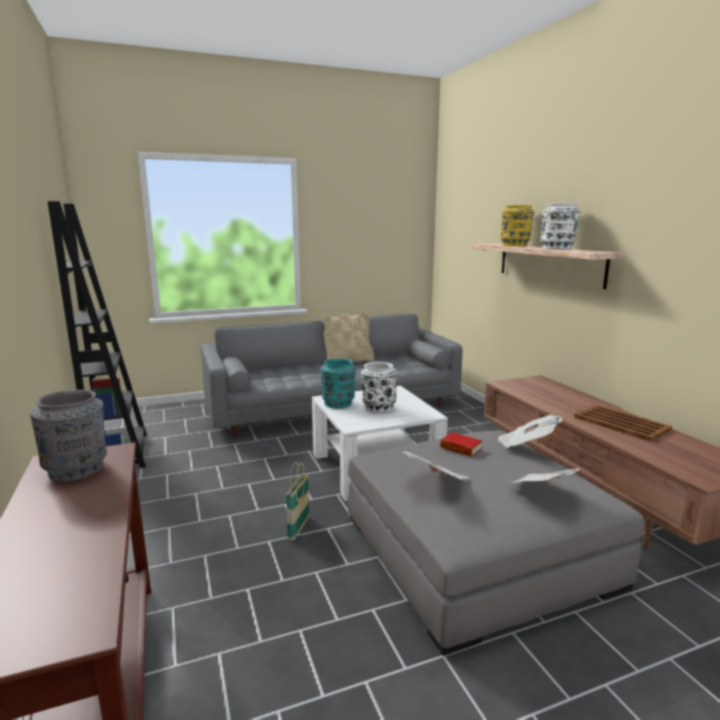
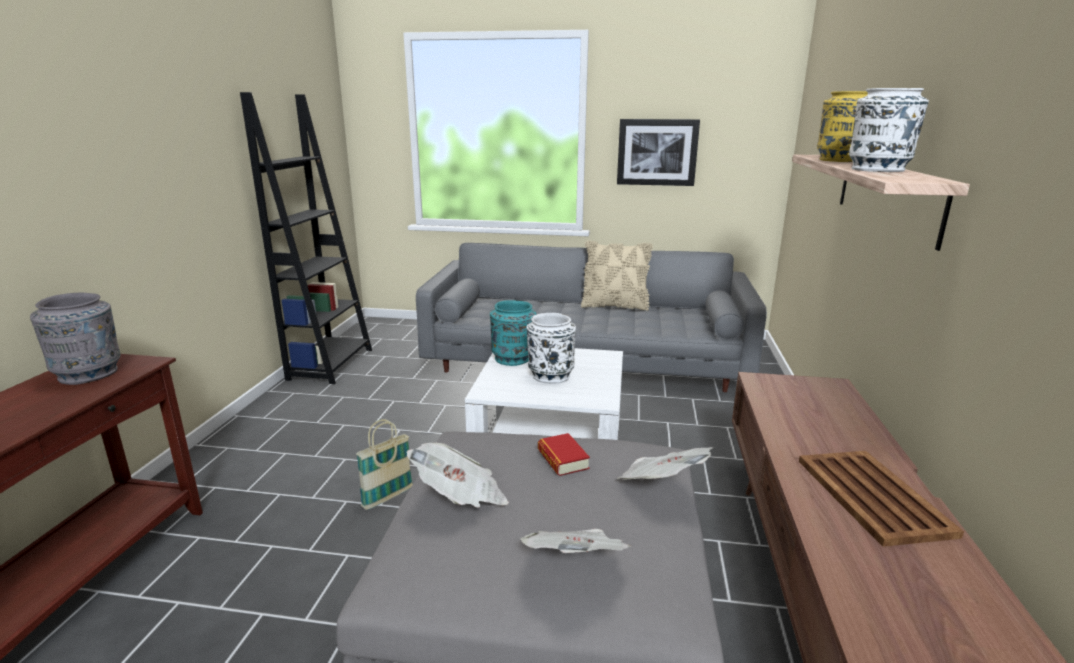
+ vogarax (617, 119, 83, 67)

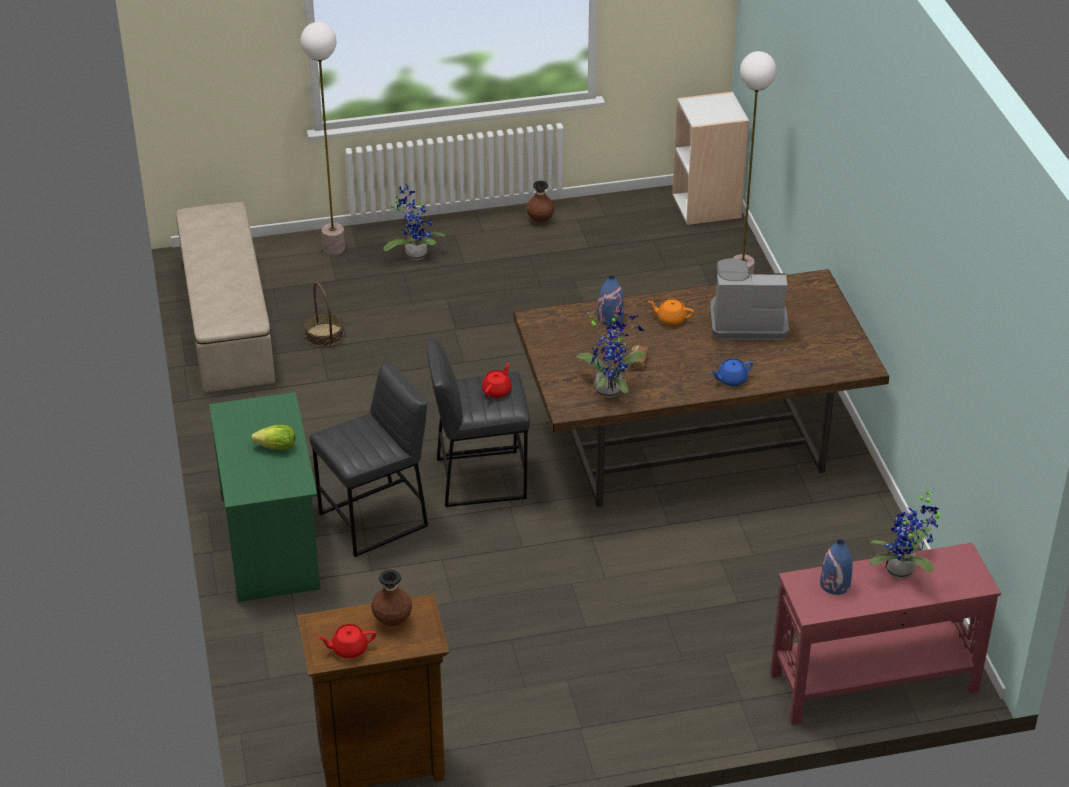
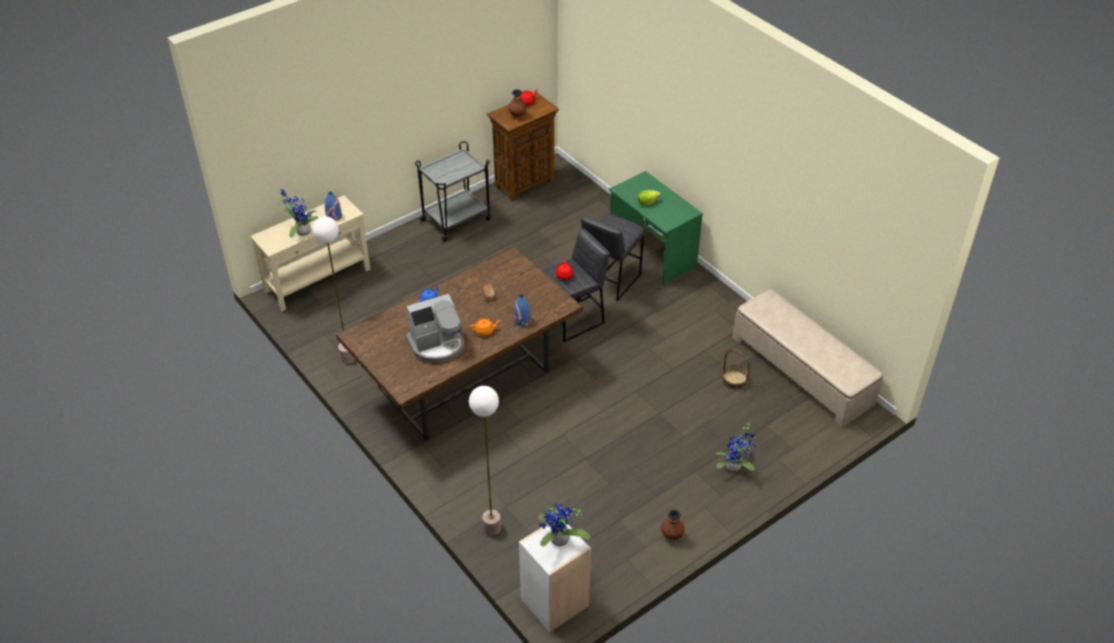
+ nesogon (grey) (415, 141, 76, 100)
~ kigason (301, 22, 44, 233) to (312, 216, 43, 148)
~ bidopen (576, 308, 69, 90) to (538, 504, 53, 42)
~ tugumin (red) (770, 543, 231, 181) to tugumin (beige) (250, 195, 121, 117)

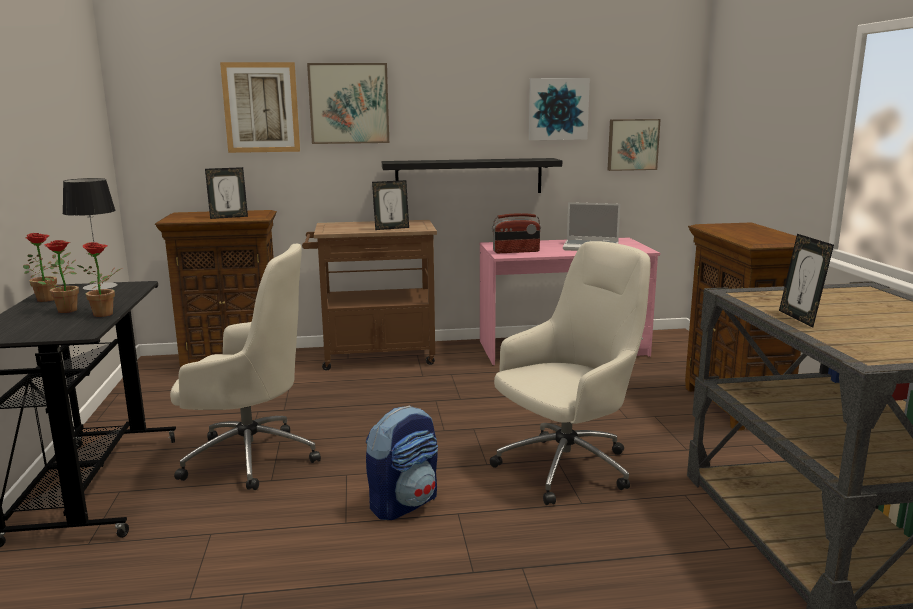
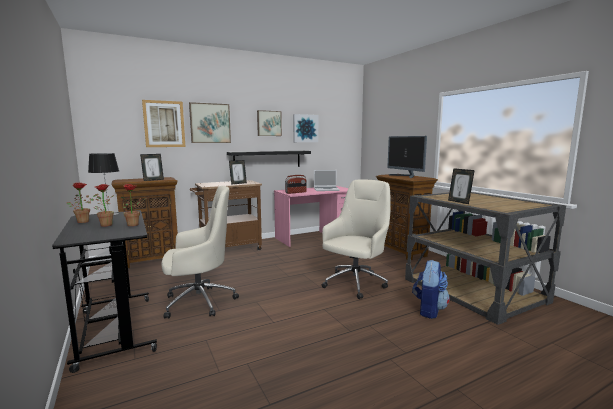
+ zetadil (387, 136, 40, 43)
~ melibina (365, 405, 73, 115) to (412, 260, 38, 59)
~ vogarax (608, 119, 53, 52) to (257, 110, 25, 26)

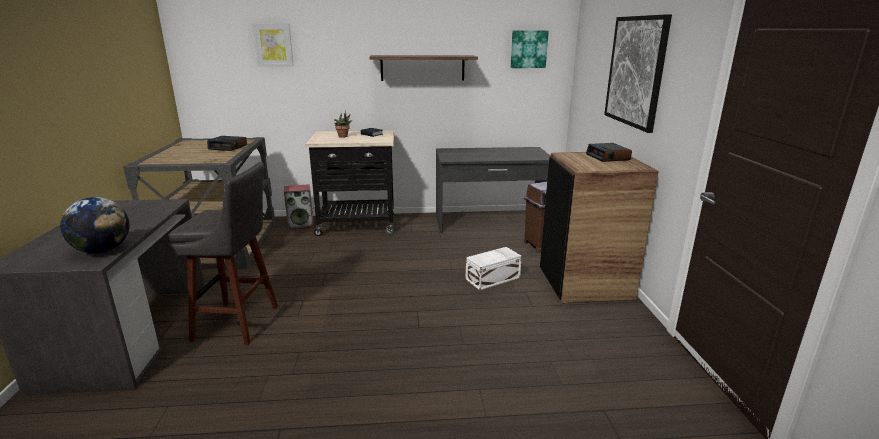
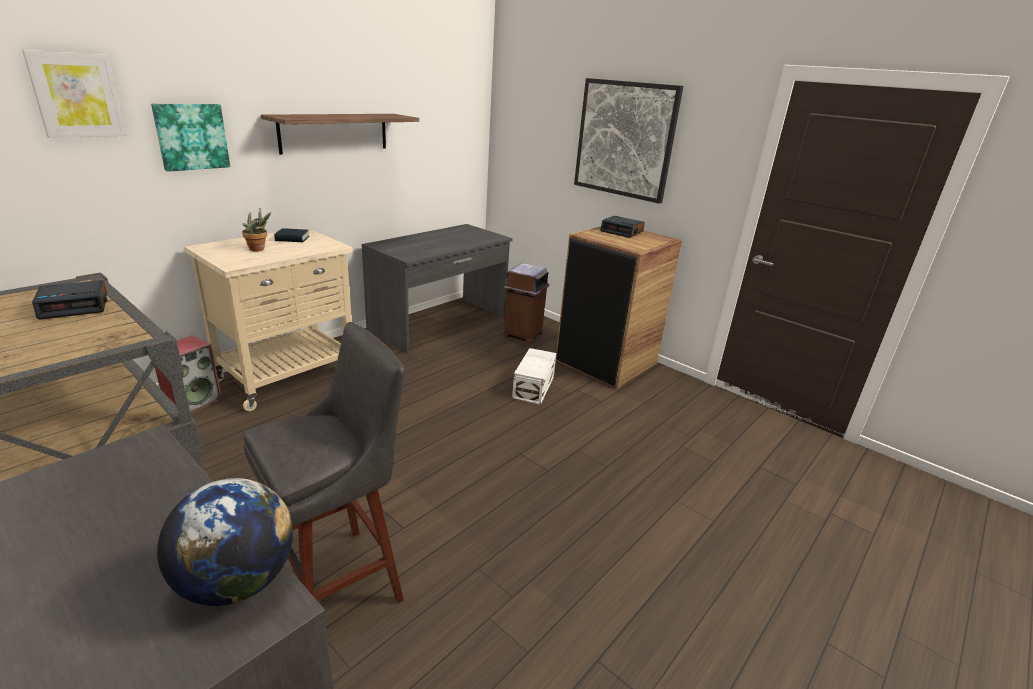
~ vogarax (511, 30, 38, 38) to (151, 104, 79, 68)
~ nesogon (black) (306, 131, 88, 105) to nesogon (beige) (184, 228, 169, 183)

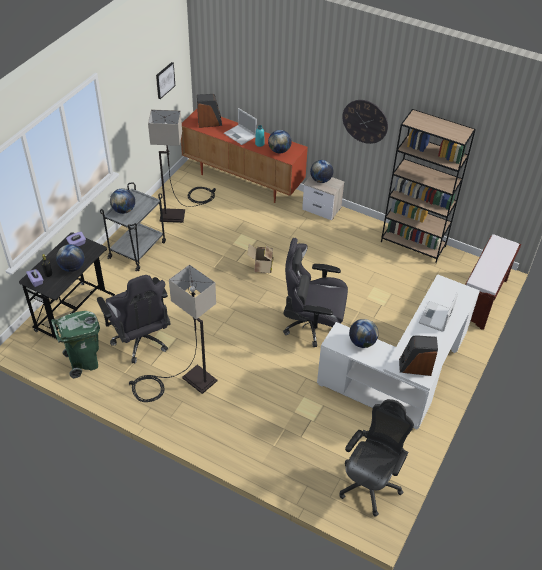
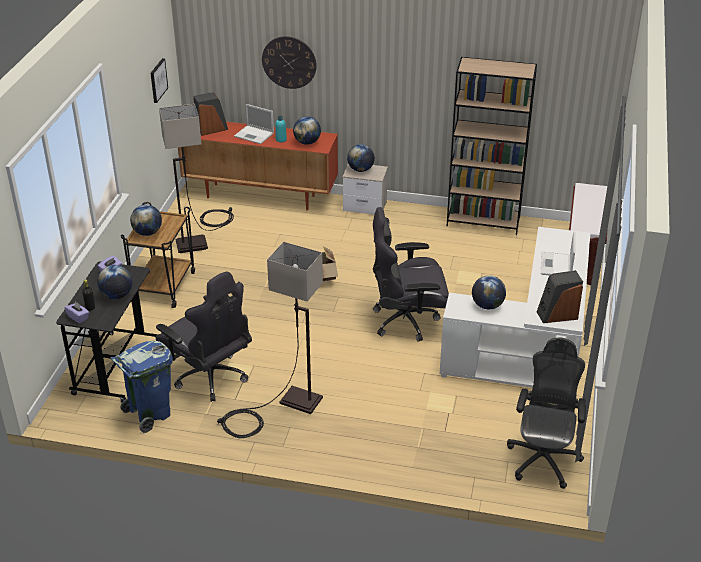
~ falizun (342, 100, 46, 44) to (262, 36, 55, 53)
~ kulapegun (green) (51, 311, 49, 68) to kulapegun (blue) (110, 341, 63, 92)
~ nesogon (grey) (100, 182, 66, 89) to nesogon (brown) (121, 202, 74, 106)

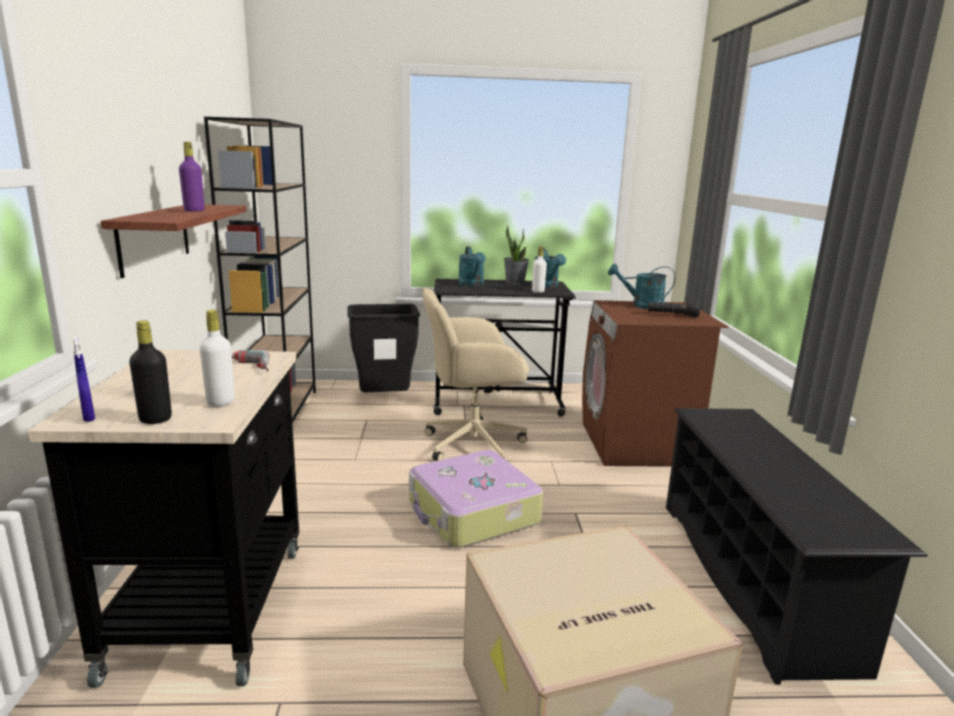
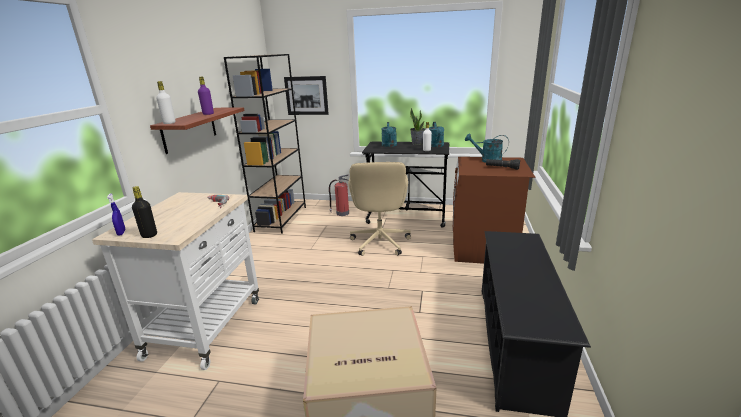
- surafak (409, 450, 134, 98)
+ vogarax (284, 76, 45, 39)
~ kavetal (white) (199, 310, 36, 97) to (156, 81, 19, 43)
~ kulapegun (black) (347, 304, 73, 88) to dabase (329, 175, 20, 41)
~ nesogon (black) (28, 350, 272, 338) to nesogon (white) (92, 192, 167, 178)
~ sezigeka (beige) (422, 288, 107, 173) = (348, 162, 63, 94) 90 degrees counterclockwise

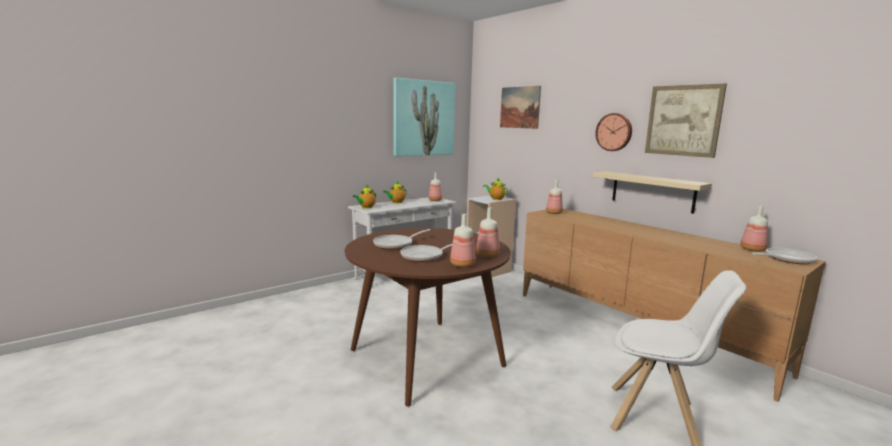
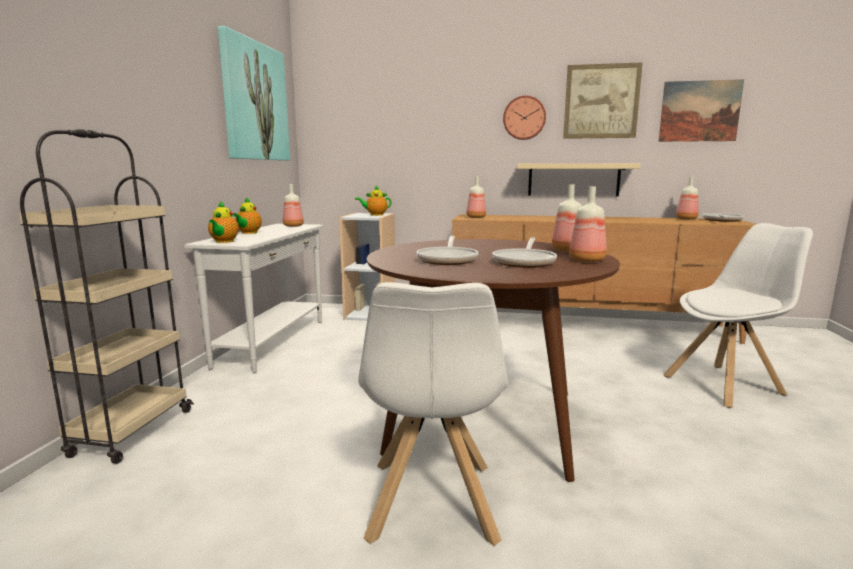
+ nesogon (beige) (19, 129, 175, 335)
+ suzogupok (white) (358, 282, 150, 264)
~ vogarax (500, 86, 41, 43) to (659, 79, 85, 63)

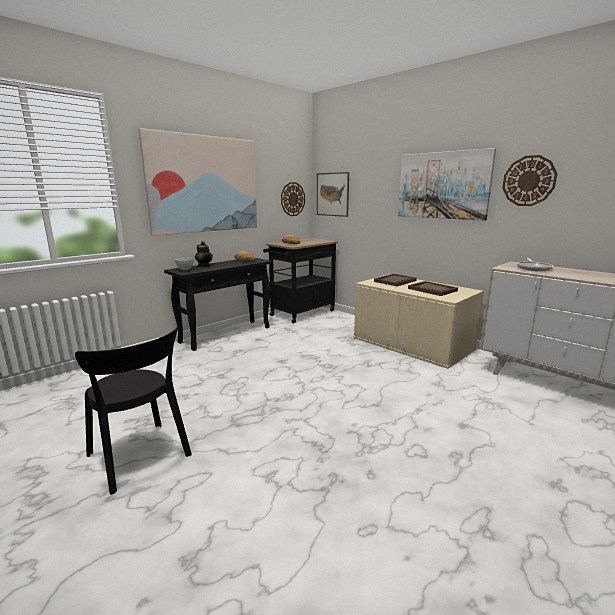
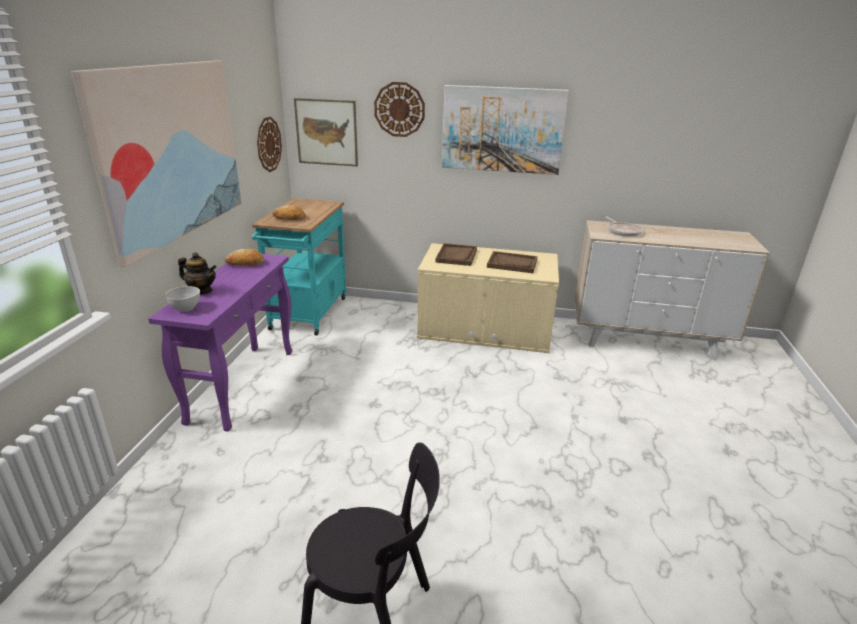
~ falizun (502, 155, 56, 51) to (374, 82, 51, 55)
~ tugumin (black) (164, 258, 108, 93) to tugumin (purple) (148, 254, 144, 178)
~ nesogon (black) (263, 238, 75, 86) to nesogon (turquoise) (252, 198, 94, 138)

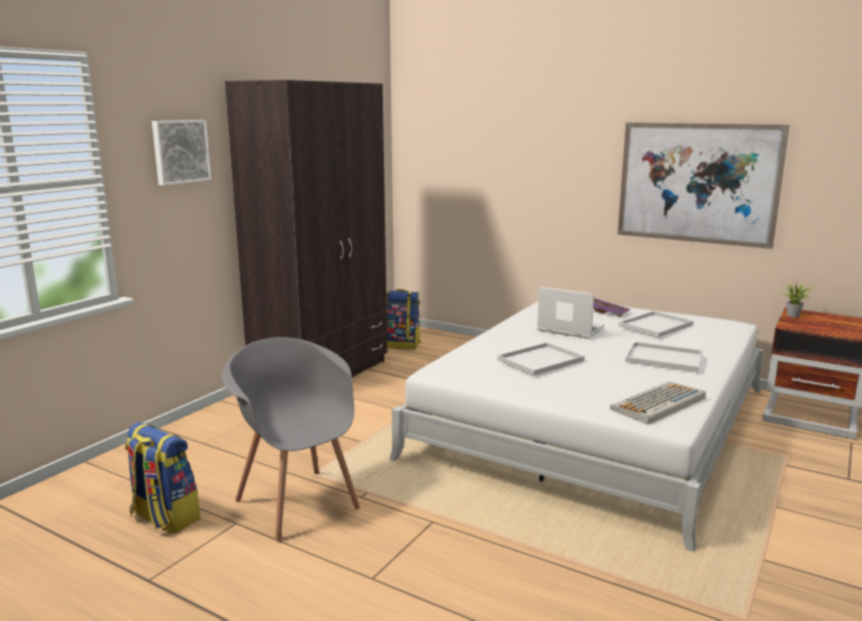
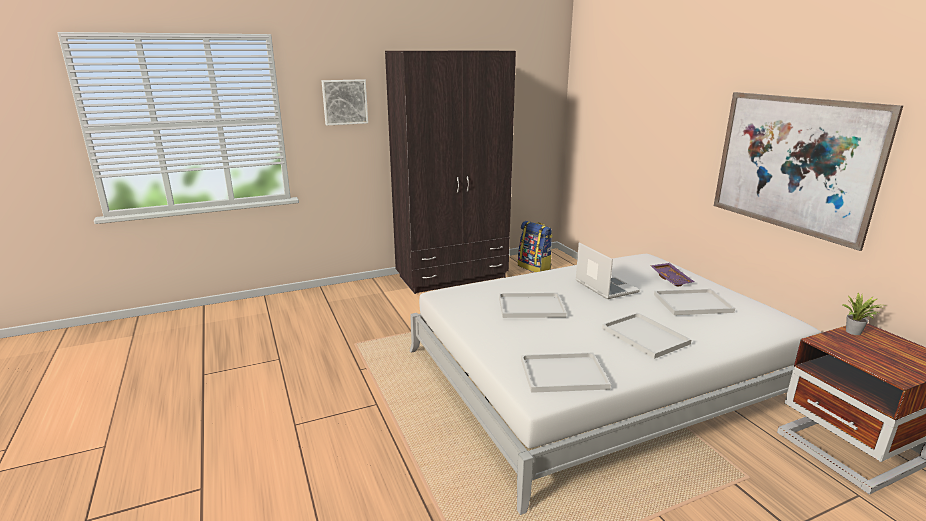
- melibina (125, 422, 76, 112)
- suzogupok (grey) (222, 337, 138, 204)
~ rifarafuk (610, 382, 96, 42) to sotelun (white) (521, 353, 90, 40)

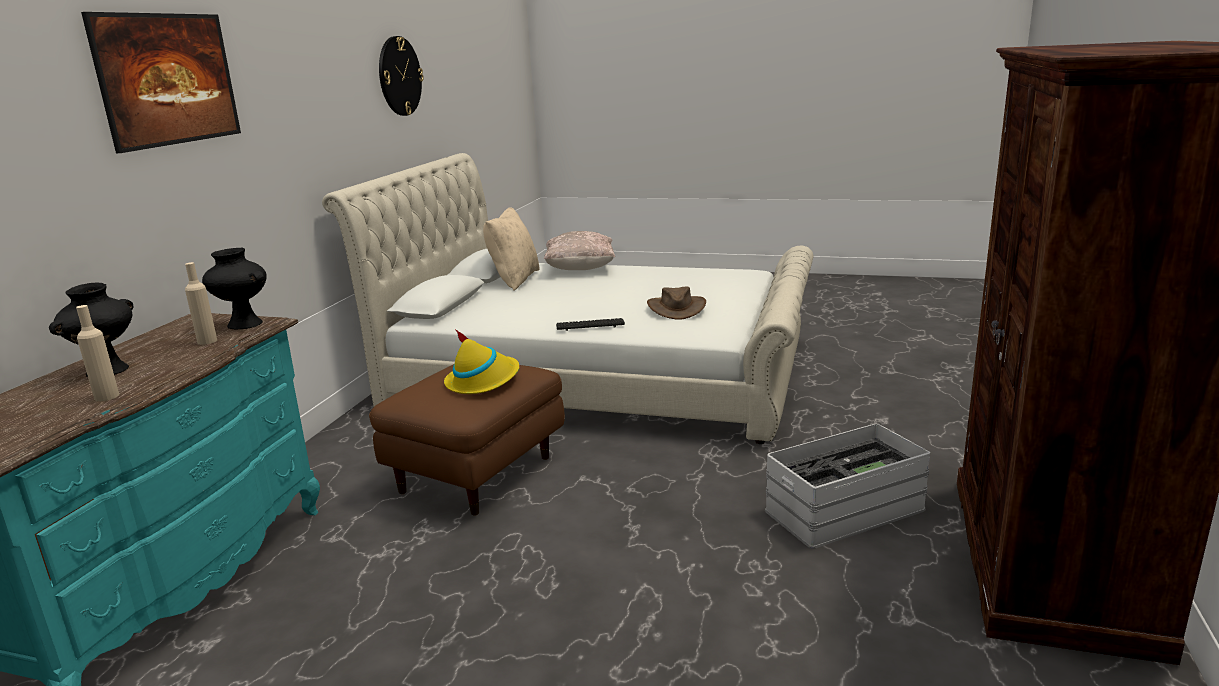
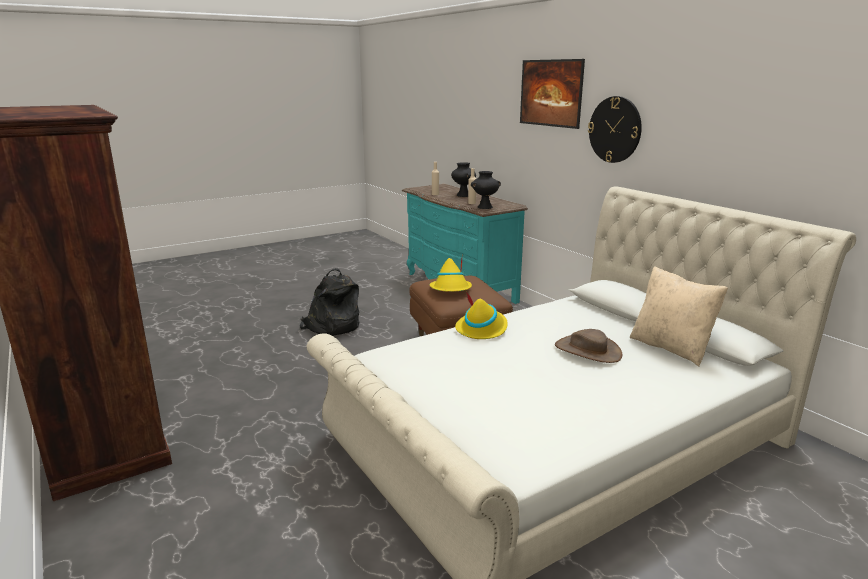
- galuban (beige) (544, 231, 71, 39)
- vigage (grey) (765, 424, 165, 125)
+ melibina (black) (300, 268, 60, 68)
~ falizun (379, 36, 45, 80) to (588, 96, 54, 67)
~ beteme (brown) (647, 287, 59, 33) to (555, 329, 67, 34)
~ rifarafuk (556, 318, 69, 13) to beteme (yellow) (455, 292, 53, 47)

